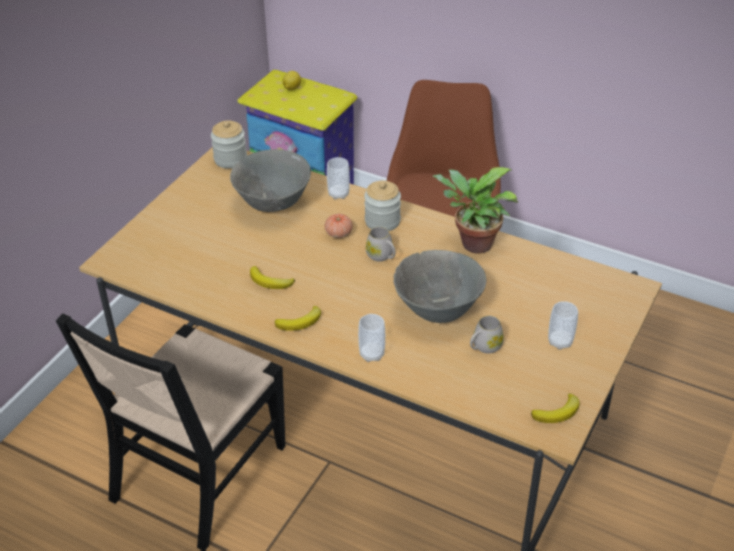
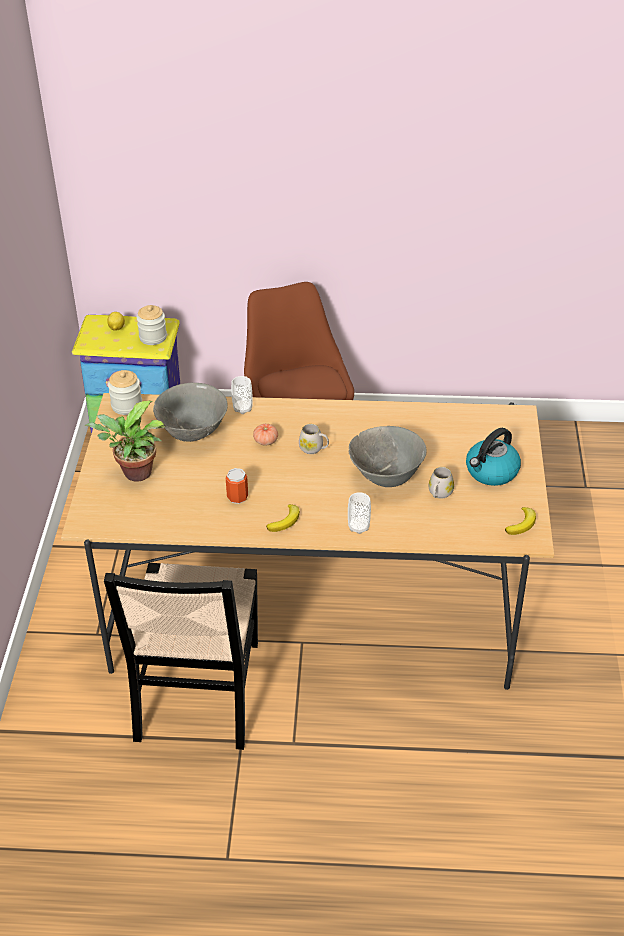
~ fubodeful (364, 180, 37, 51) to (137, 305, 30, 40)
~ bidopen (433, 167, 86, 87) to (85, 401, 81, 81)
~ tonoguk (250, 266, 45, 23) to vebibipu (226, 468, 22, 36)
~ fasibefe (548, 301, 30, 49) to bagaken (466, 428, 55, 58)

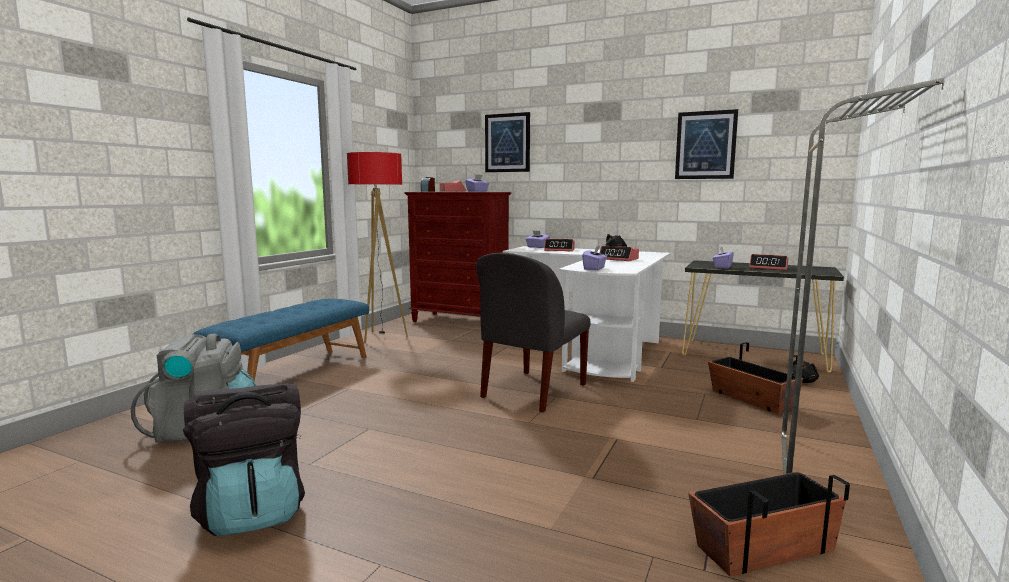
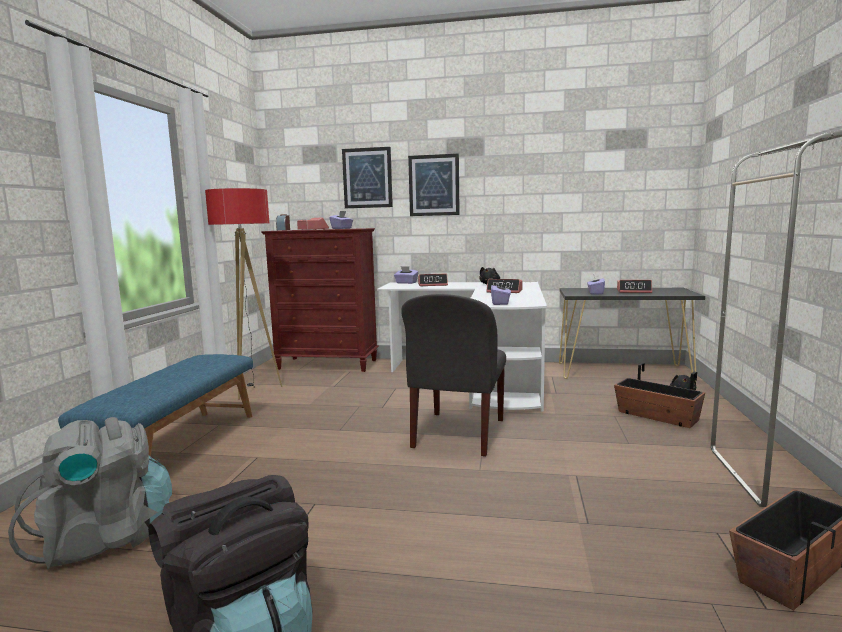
~ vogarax (675, 109, 63, 70) to (408, 153, 52, 63)

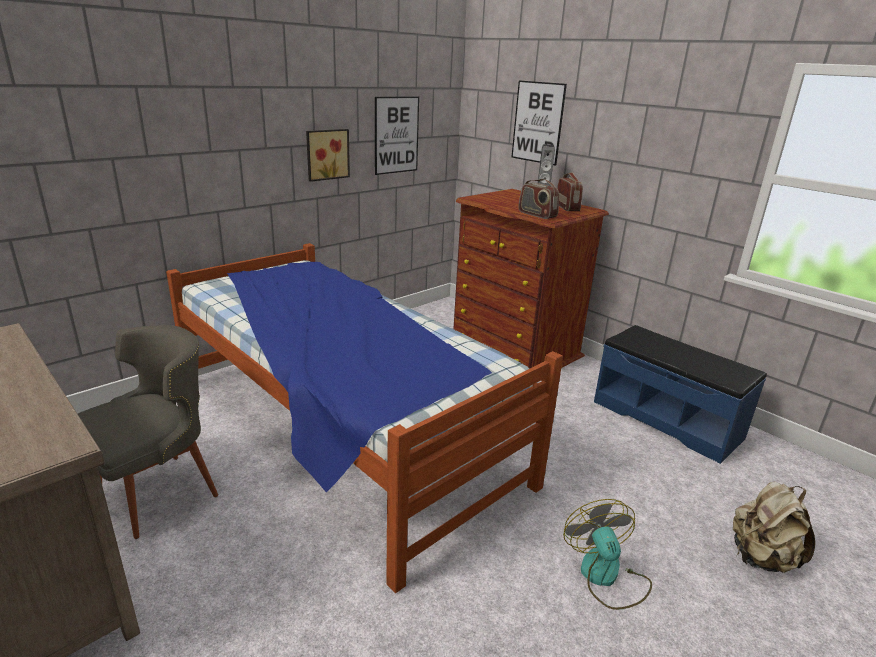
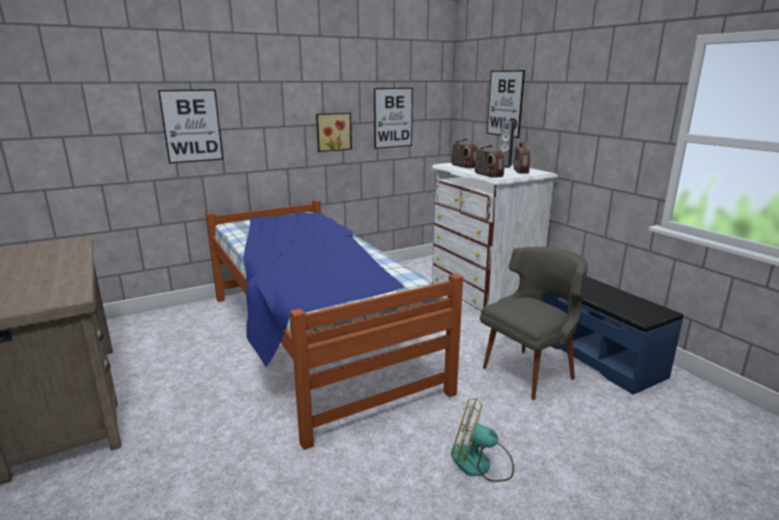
- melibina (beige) (733, 481, 82, 92)
+ vogarax (158, 89, 65, 75)
+ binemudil (451, 139, 27, 30)
~ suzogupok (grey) (78, 325, 140, 214) to (480, 247, 108, 153)
~ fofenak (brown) (453, 189, 156, 180) to fofenak (white) (431, 163, 127, 153)
~ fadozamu (563, 499, 89, 111) = (451, 398, 63, 84) 75 degrees counterclockwise

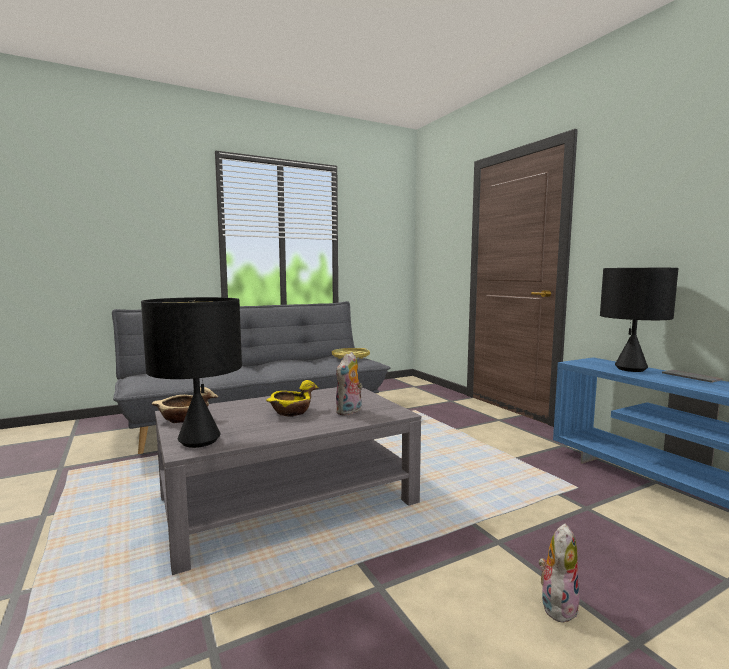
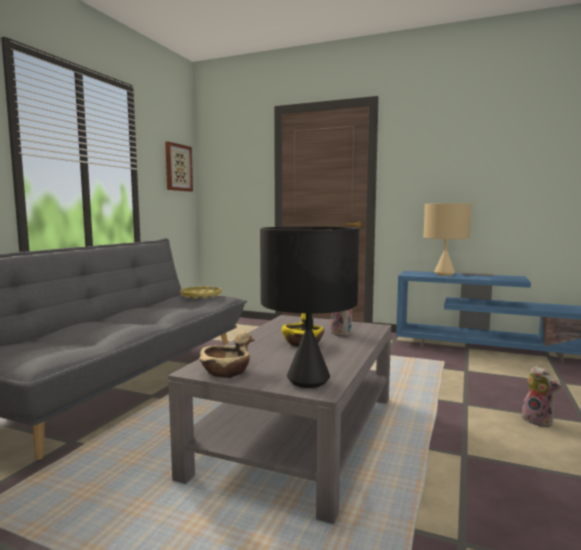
+ vogarax (165, 142, 28, 50)
~ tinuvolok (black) (600, 268, 78, 104) to tinuvolok (beige) (424, 203, 48, 73)
~ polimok (539, 524, 40, 98) = (521, 366, 40, 61) 150 degrees clockwise

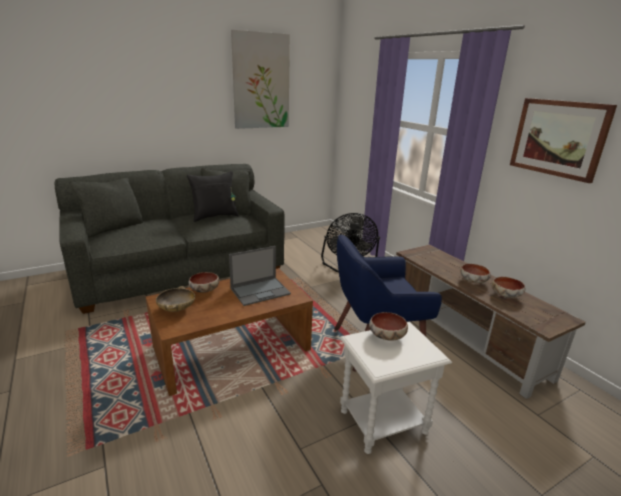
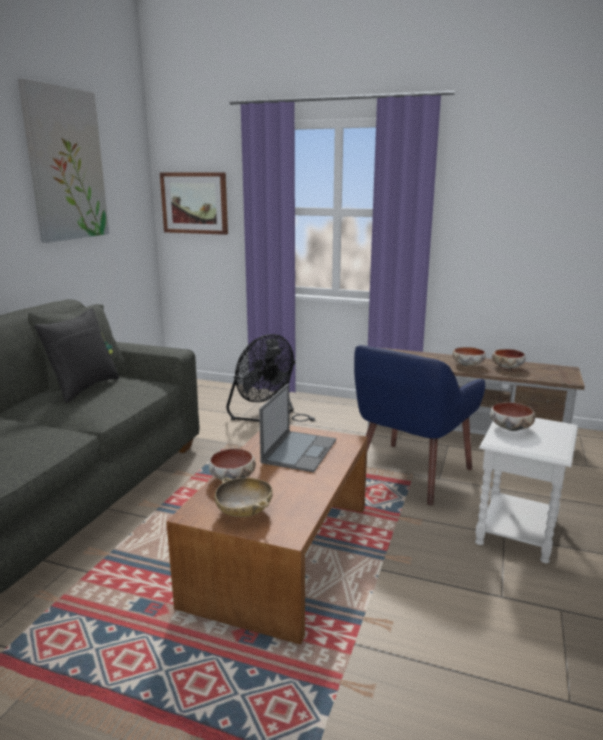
~ vogarax (510, 98, 107, 85) to (160, 172, 68, 63)

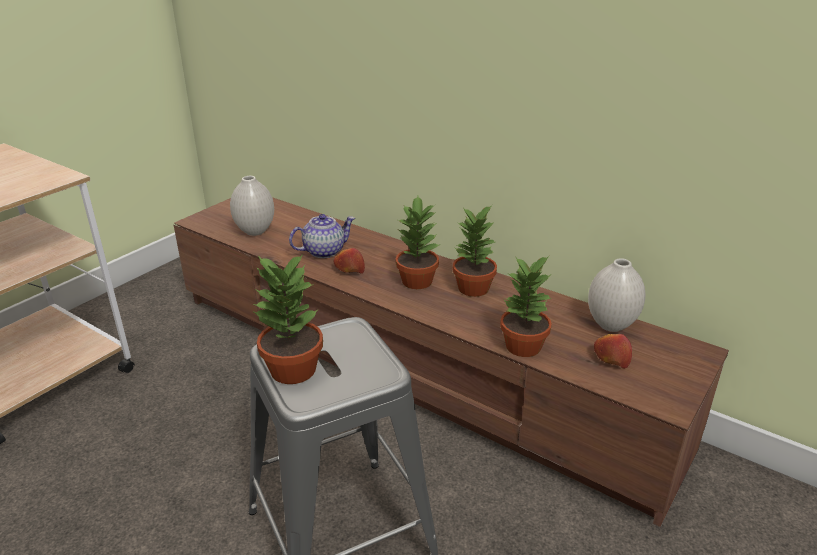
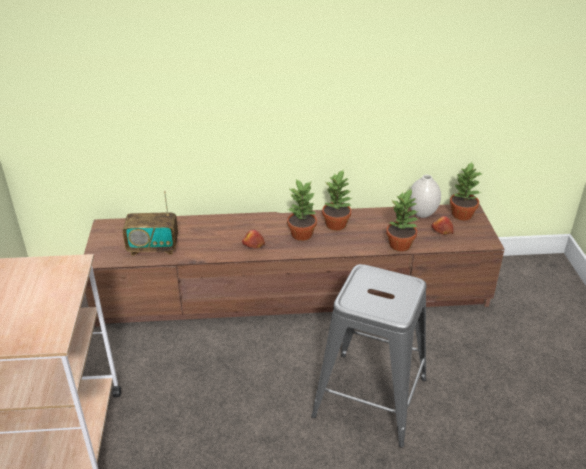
- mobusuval (289, 214, 66, 44)
~ bidopen (252, 254, 71, 130) to (450, 162, 32, 58)
~ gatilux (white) (230, 176, 44, 60) to binemudil (123, 190, 55, 66)

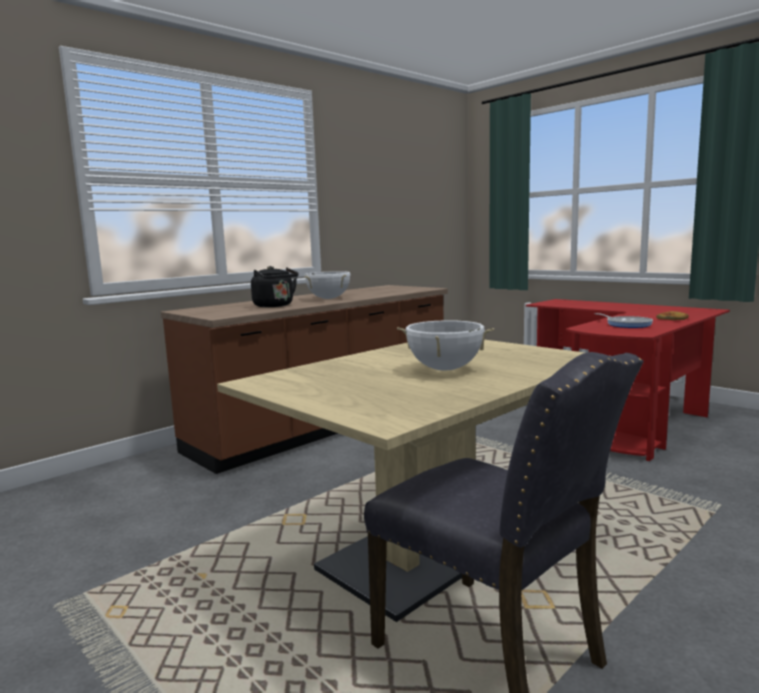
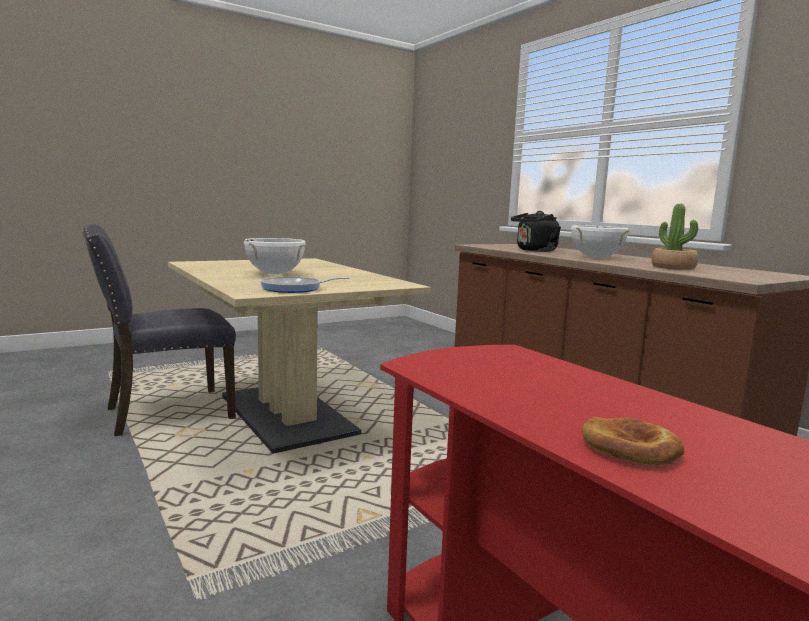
+ bidopen (651, 204, 47, 66)
~ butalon (594, 313, 59, 15) to (260, 276, 90, 17)

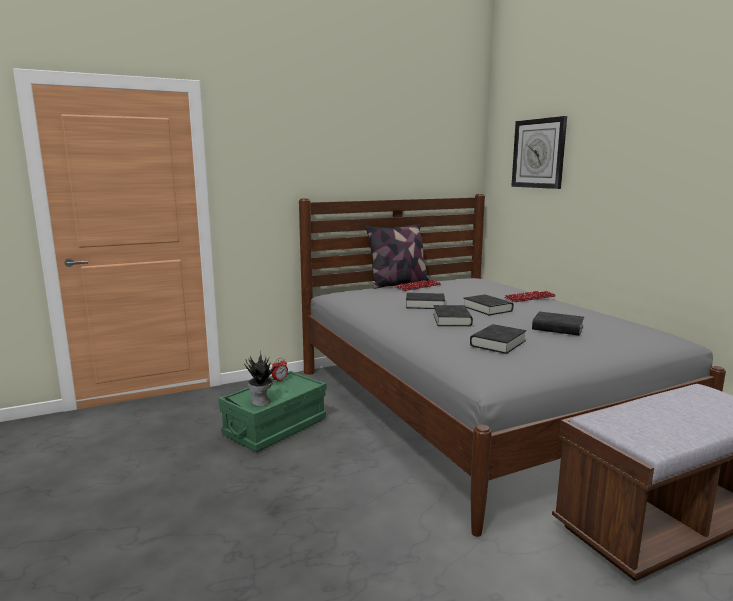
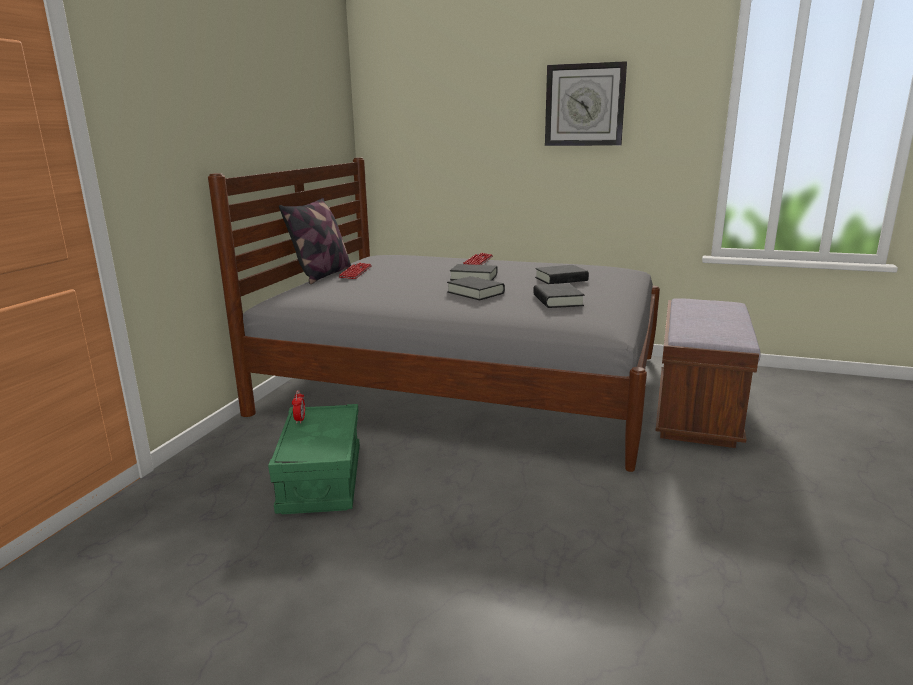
- bidopen (244, 351, 35, 55)
- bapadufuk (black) (406, 293, 39, 16)
~ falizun (511, 116, 56, 73) to (545, 61, 82, 85)

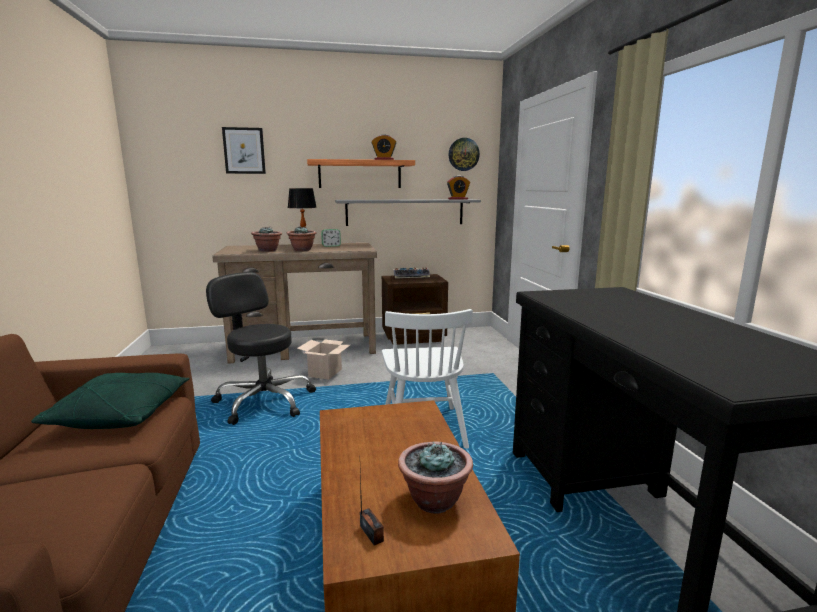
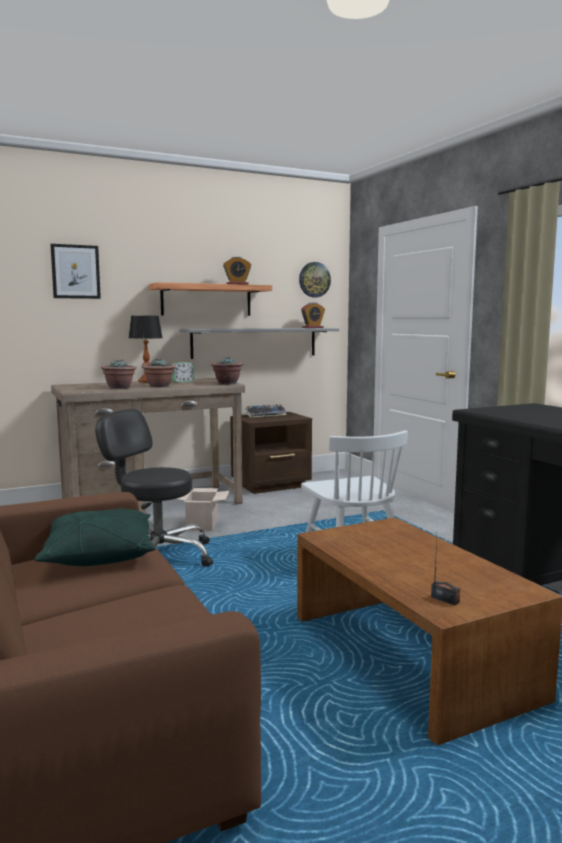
~ bidopen (398, 442, 75, 71) to (211, 357, 32, 27)

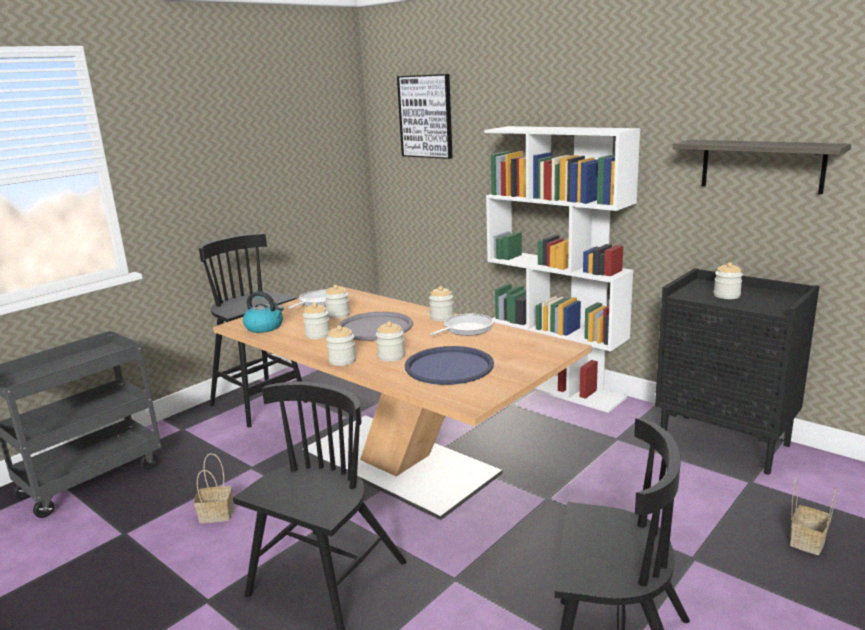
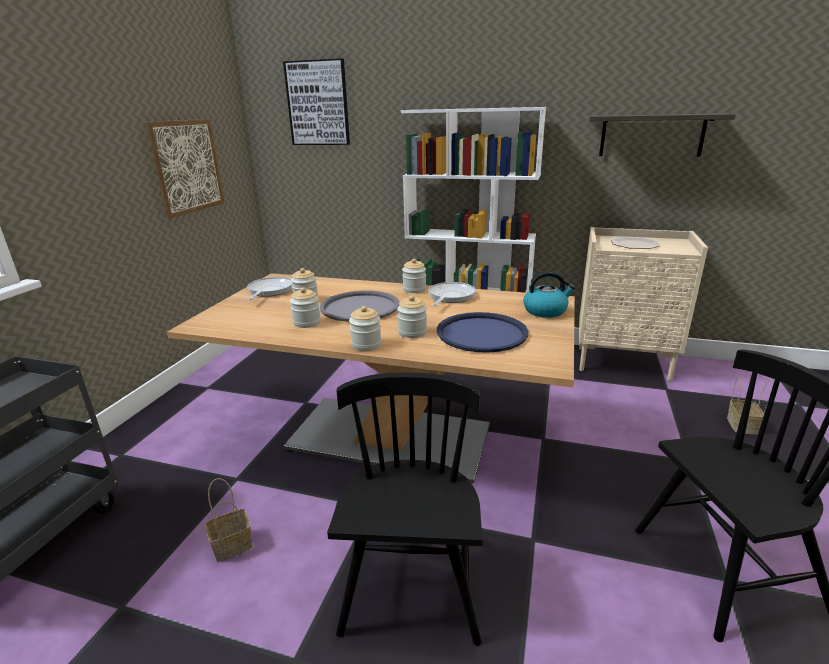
- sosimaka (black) (199, 234, 109, 193)
+ vogarax (145, 119, 80, 100)
~ bagaken (243, 291, 41, 42) to (523, 271, 52, 47)
~ fubodeful (713, 262, 30, 37) to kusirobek (611, 237, 50, 12)
~ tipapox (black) (655, 268, 165, 207) to tipapox (beige) (579, 227, 129, 154)

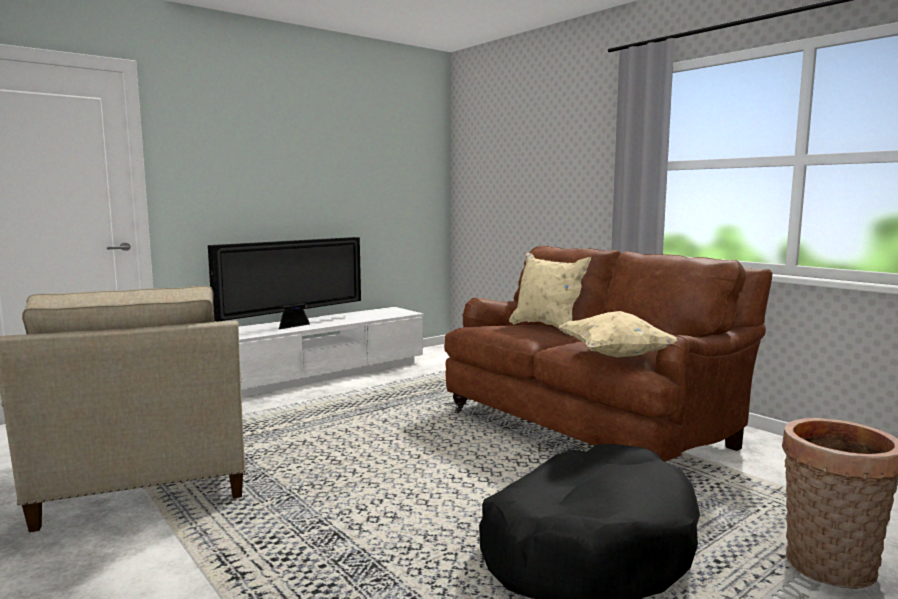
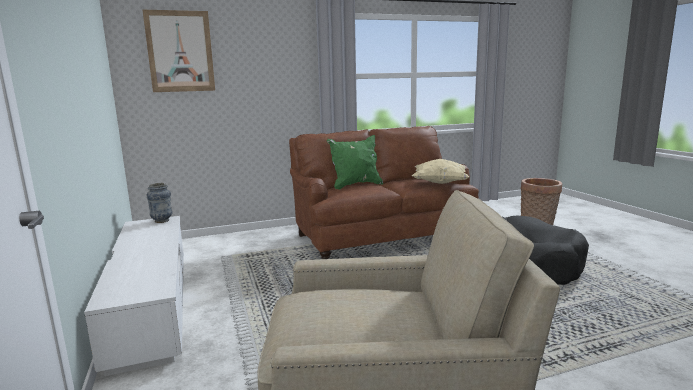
- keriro (208, 237, 153, 92)
+ vogarax (143, 10, 72, 82)
+ gatilux (146, 183, 26, 40)
~ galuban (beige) (509, 252, 82, 84) to galuban (green) (327, 135, 56, 55)

